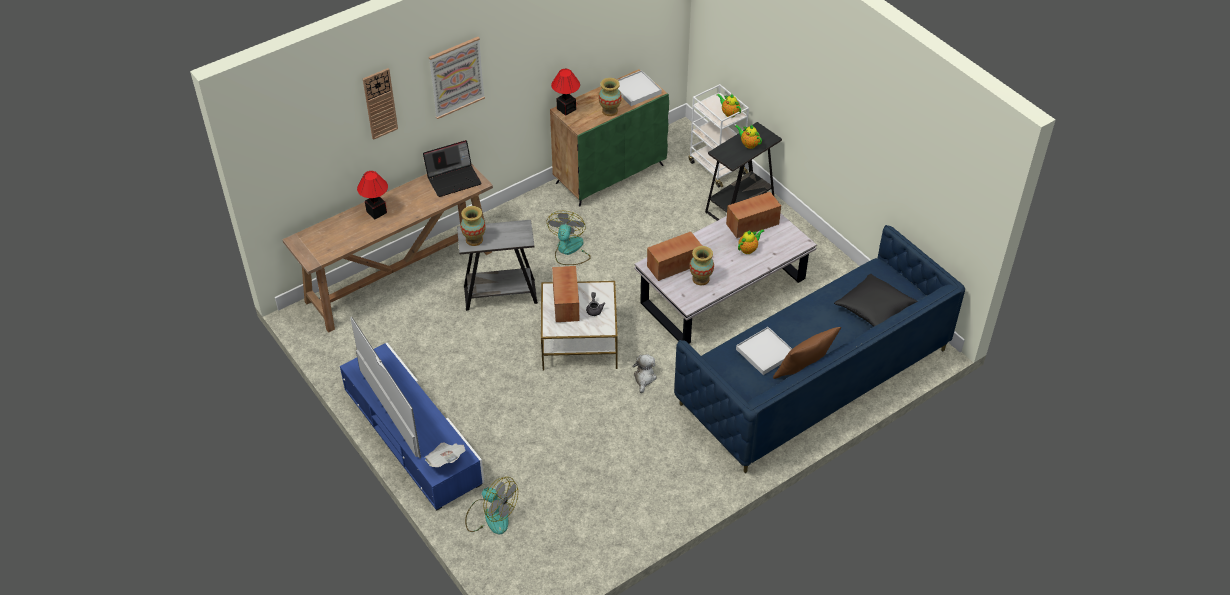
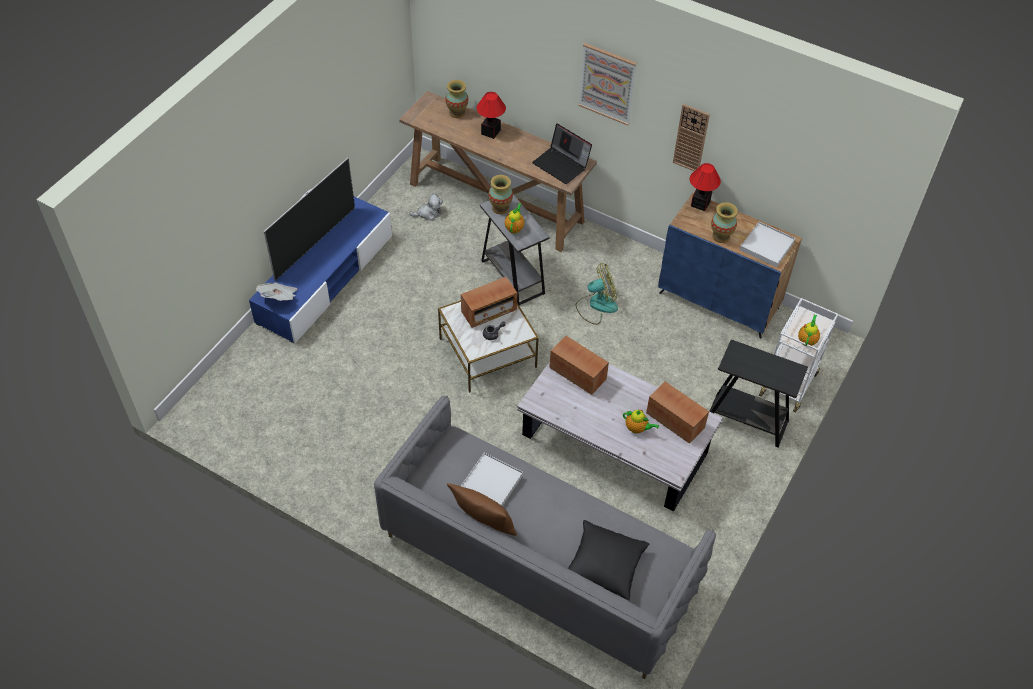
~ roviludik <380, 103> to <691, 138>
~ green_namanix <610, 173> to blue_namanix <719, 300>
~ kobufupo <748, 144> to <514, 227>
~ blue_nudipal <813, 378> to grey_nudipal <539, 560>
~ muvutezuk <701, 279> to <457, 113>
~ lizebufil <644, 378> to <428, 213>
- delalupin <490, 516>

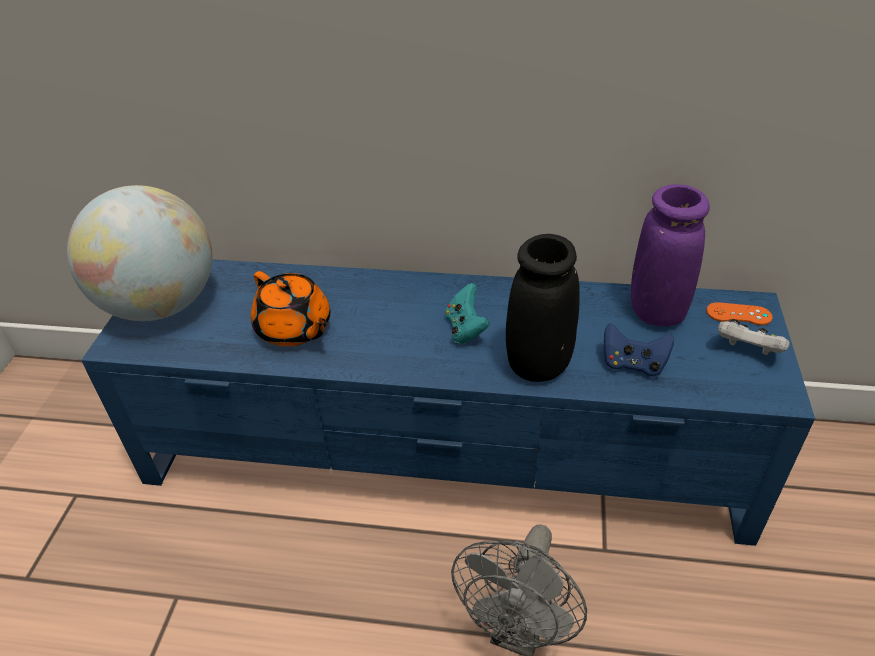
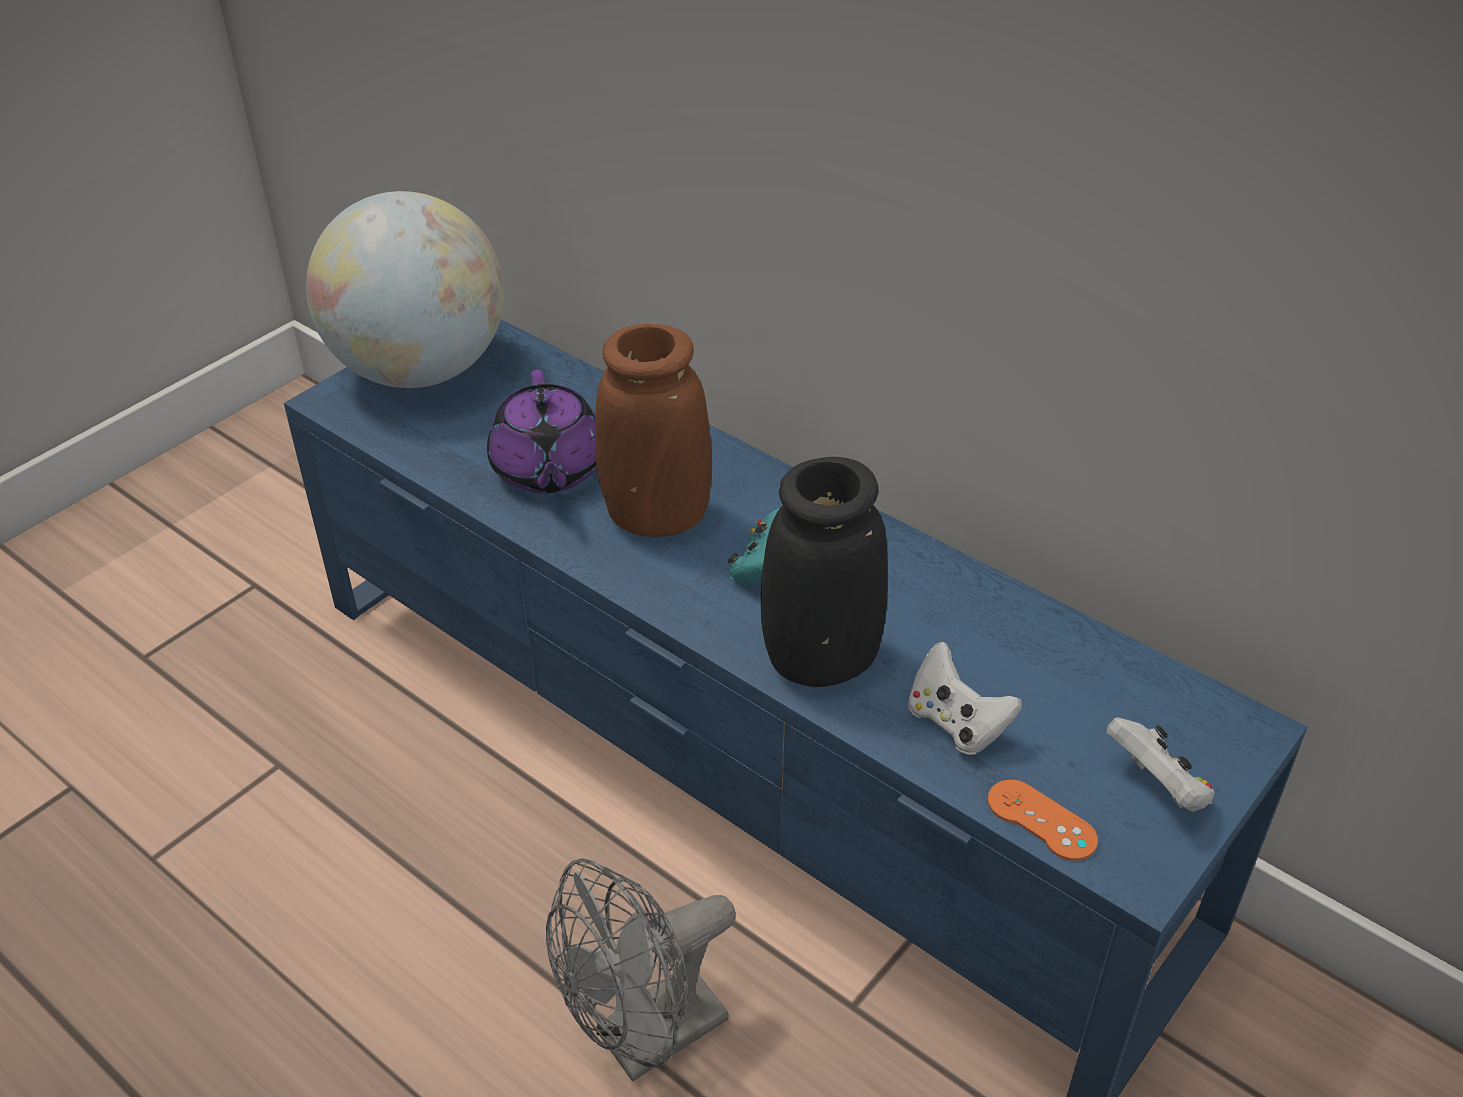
- purple_muvutezuk <656, 311>
~ orange_kobufupo <294, 329> to purple_kobufupo <548, 470>
~ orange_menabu <738, 314> to <1041, 820>
~ blue_menabu <633, 364> to white_menabu <956, 723>
+ brown_muvutezuk <656, 517>

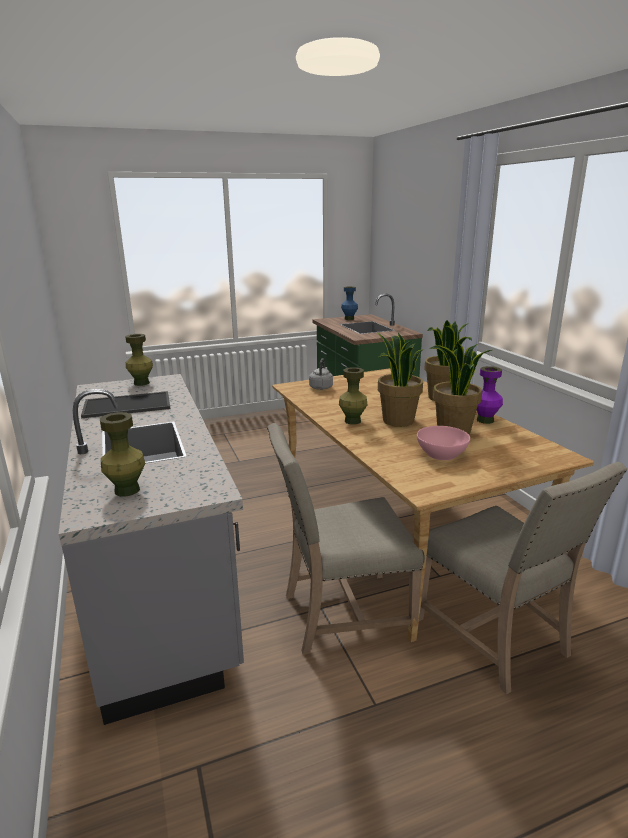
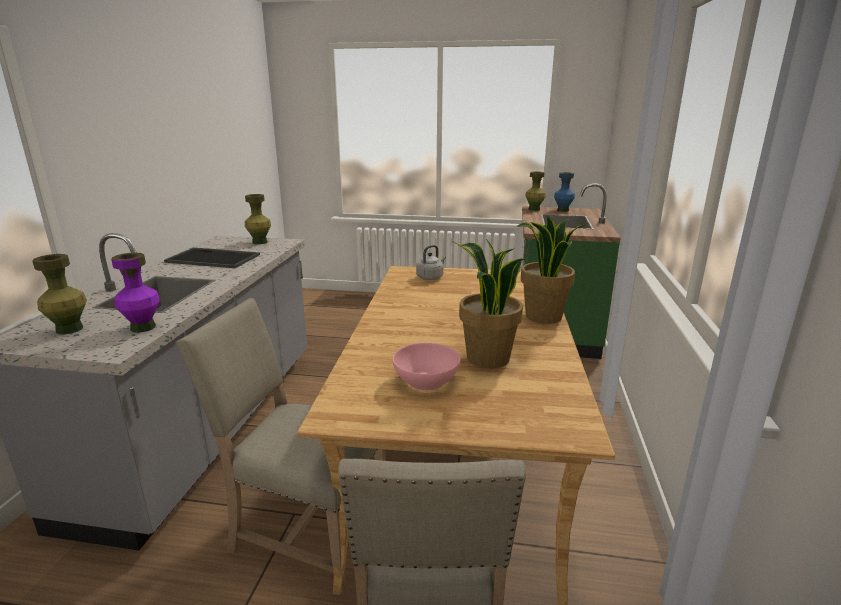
- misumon <397, 421>
~ purple_muvutezuk <485, 420> to <143, 327>
~ green_muvutezuk <353, 421> to <534, 209>

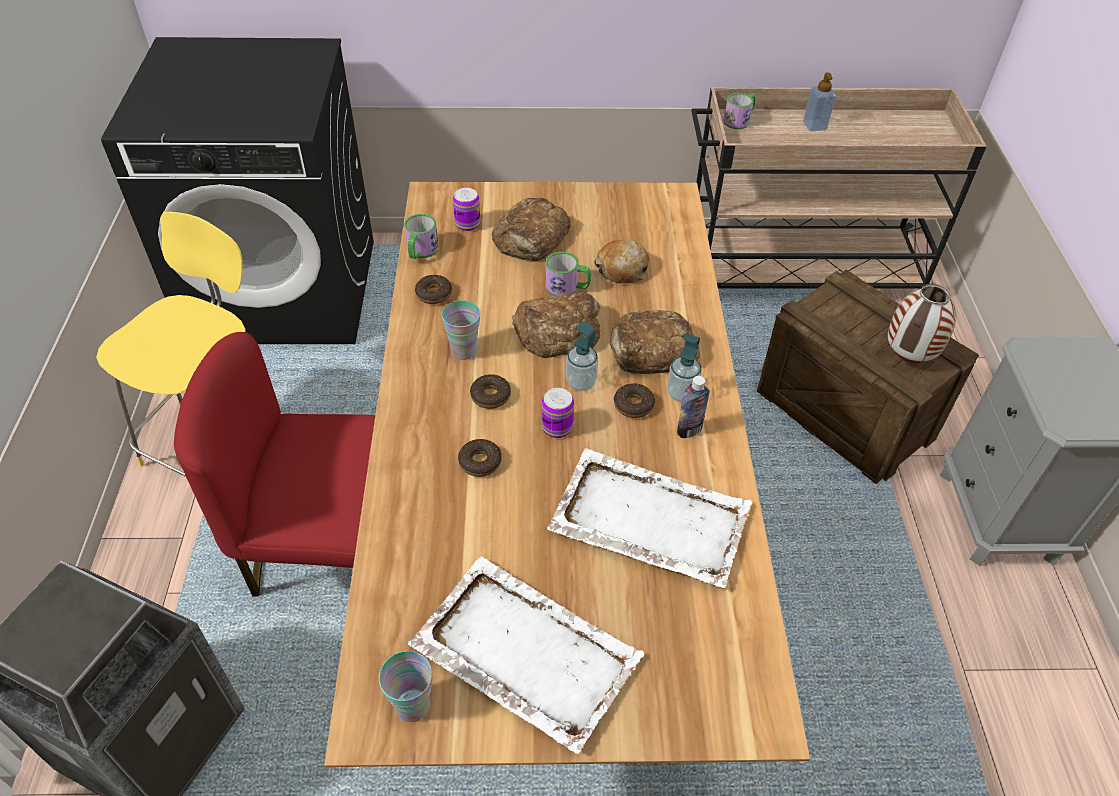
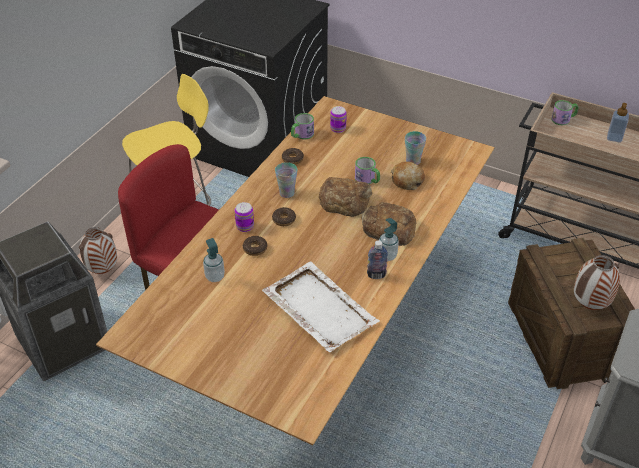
- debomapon <531, 238>
~ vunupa <581, 382> to <215, 277>
- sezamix <633, 405>
~ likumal <557, 427> to <245, 226>
- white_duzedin <524, 651>
~ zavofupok <412, 706> to <413, 161>
+ muvutezuk <103, 270>

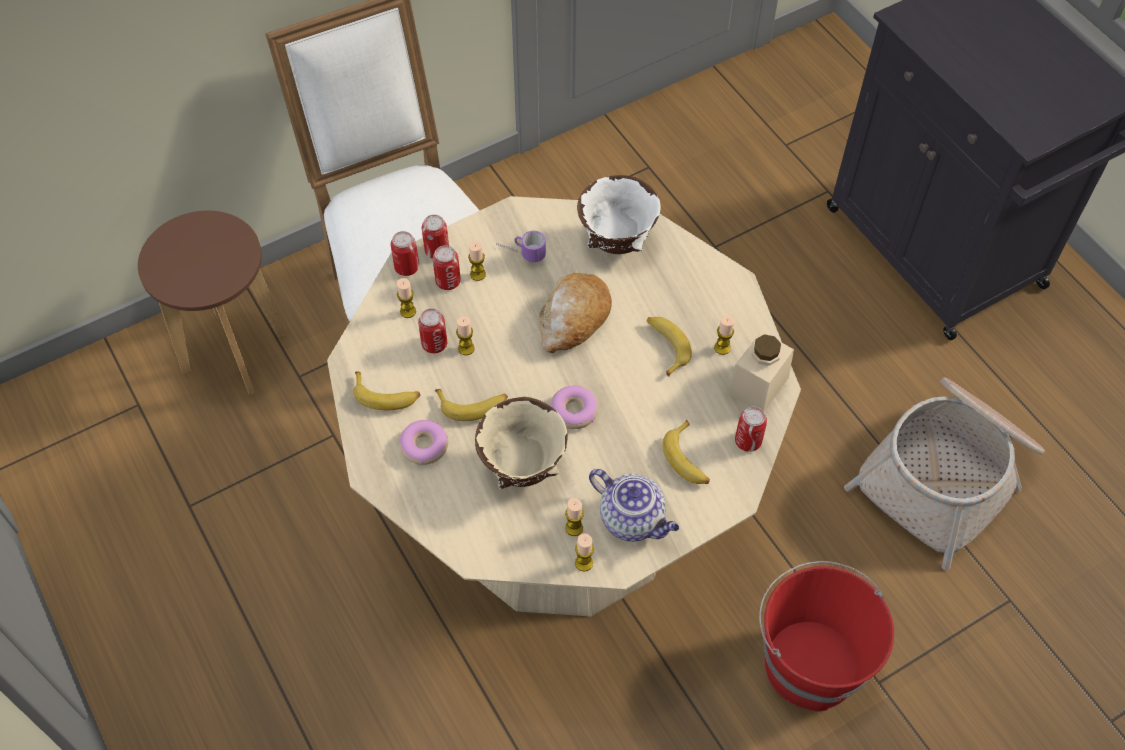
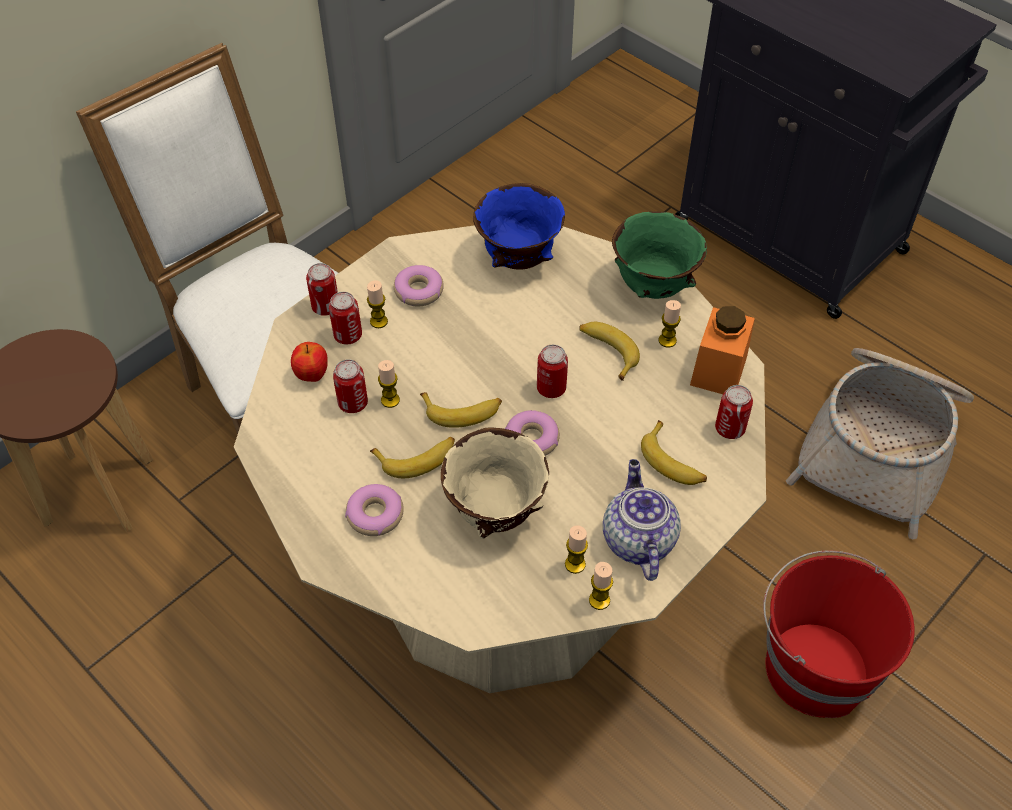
~ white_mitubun <616, 242> to blue_mitubun <518, 260>
~ likumal <407, 267> to <551, 388>
~ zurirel <520, 253> to sezamix <419, 291>
- debomapon <573, 319>
~ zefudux <408, 311> to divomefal <312, 375>
~ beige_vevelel <758, 385> to orange_vevelel <718, 370>
~ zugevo <386, 395> to <462, 411>
~ kobufupo <633, 519> = <637, 539> 120 degrees counterclockwise
+ green_mitubun <654, 288>

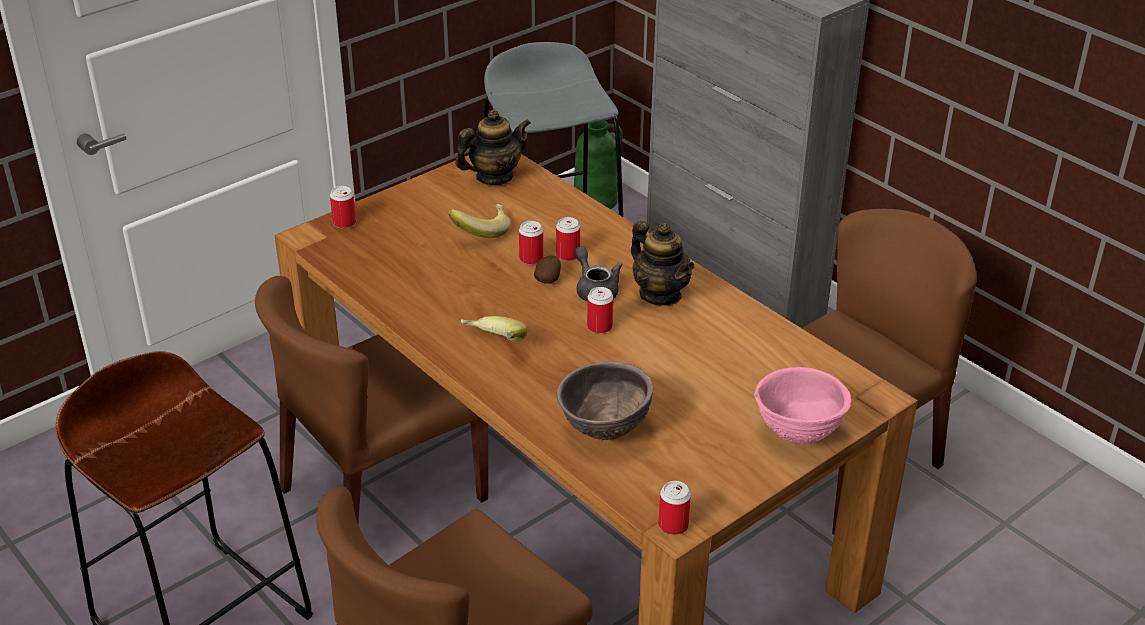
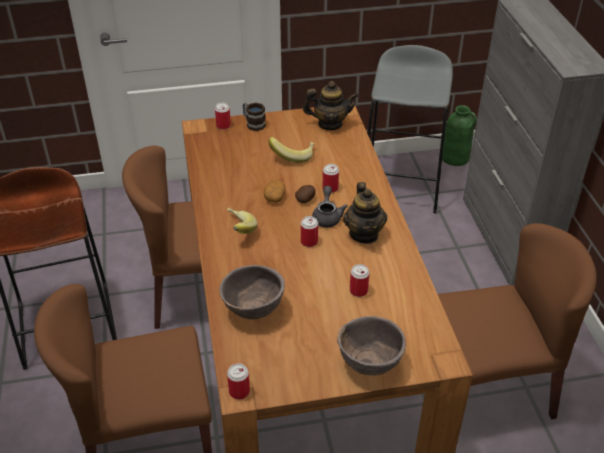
~ likumal <531, 259> to <358, 291>
~ pink_mitubun <798, 434> to brown_mitubun <369, 364>
+ zurirel <253, 124>
+ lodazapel <274, 197>

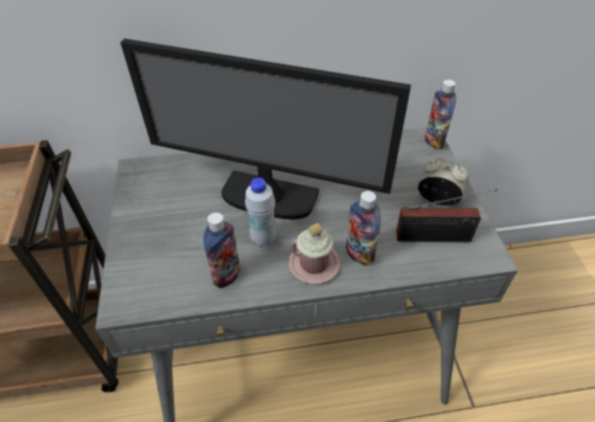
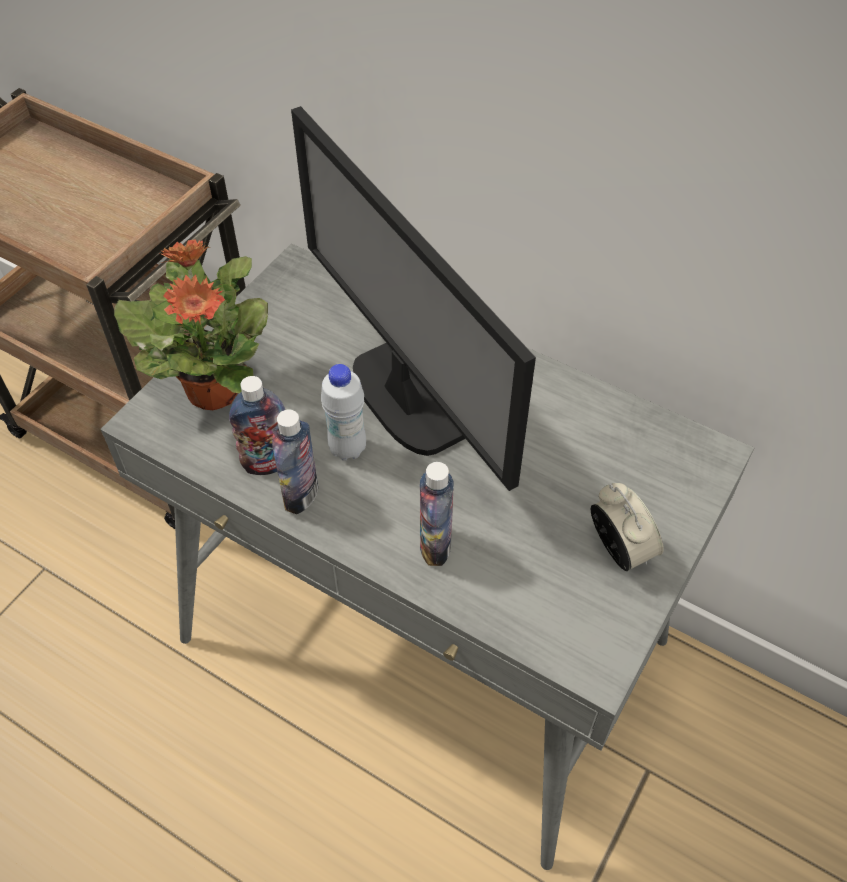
~ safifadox <433, 141> to <301, 495>
- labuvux <437, 238>
- pink_zurirel <314, 264>
+ misumon <213, 389>

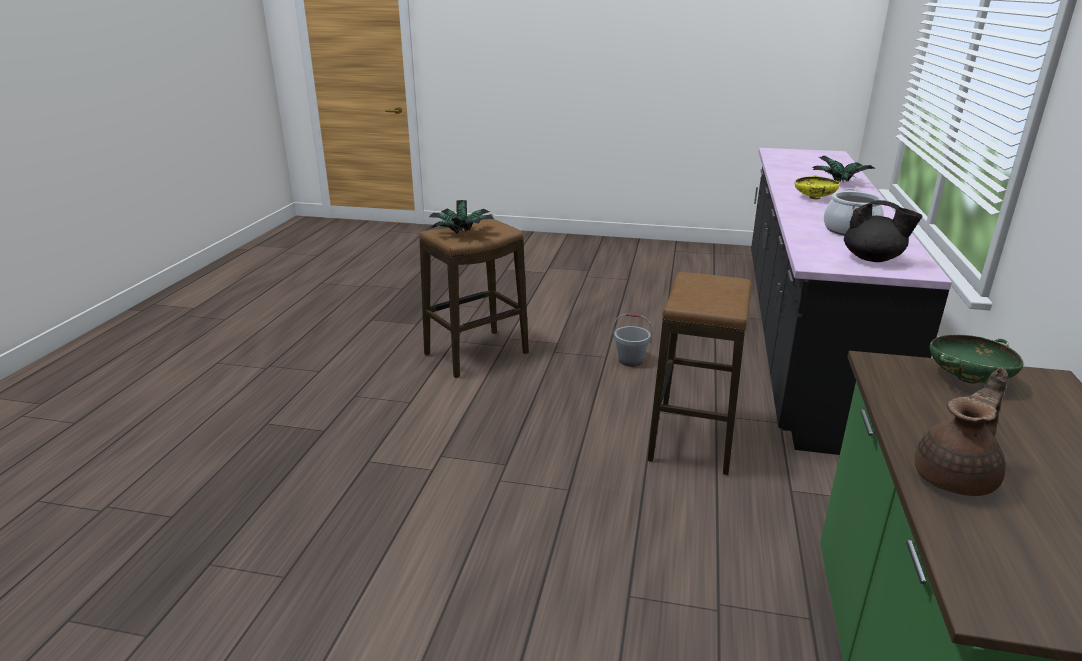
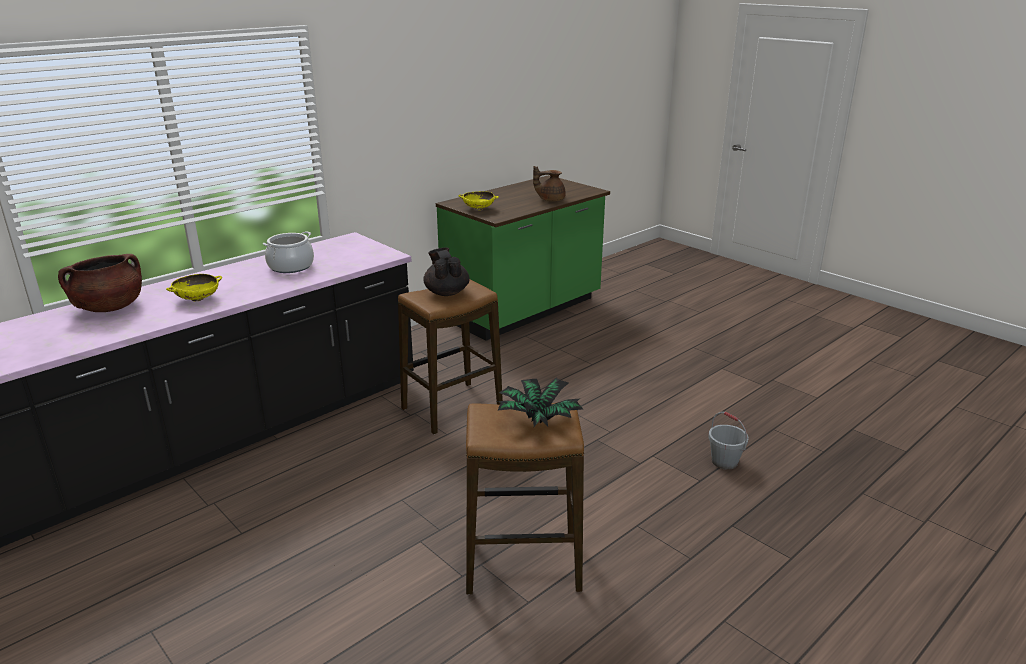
~ misumon <841, 183> to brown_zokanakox <109, 307>
~ black_kobufupo <873, 259> to <446, 292>
~ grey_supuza <630, 361> to <725, 462>
~ green_mitubun <967, 378> to yellow_mitubun <478, 209>

